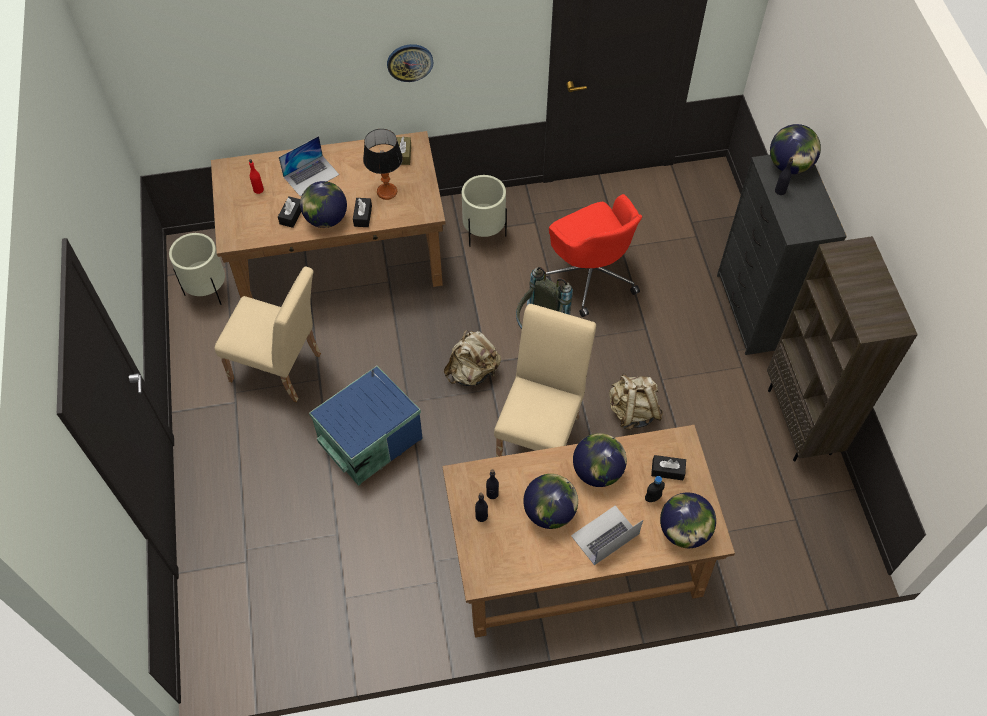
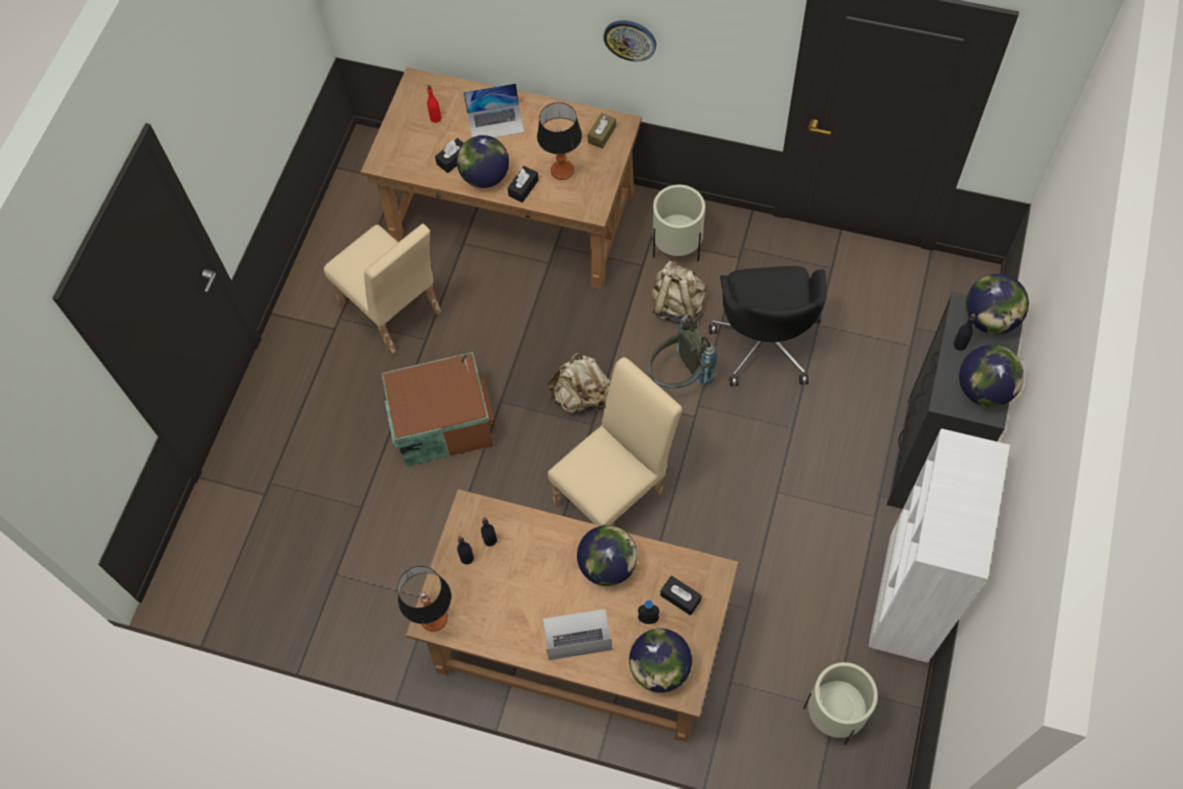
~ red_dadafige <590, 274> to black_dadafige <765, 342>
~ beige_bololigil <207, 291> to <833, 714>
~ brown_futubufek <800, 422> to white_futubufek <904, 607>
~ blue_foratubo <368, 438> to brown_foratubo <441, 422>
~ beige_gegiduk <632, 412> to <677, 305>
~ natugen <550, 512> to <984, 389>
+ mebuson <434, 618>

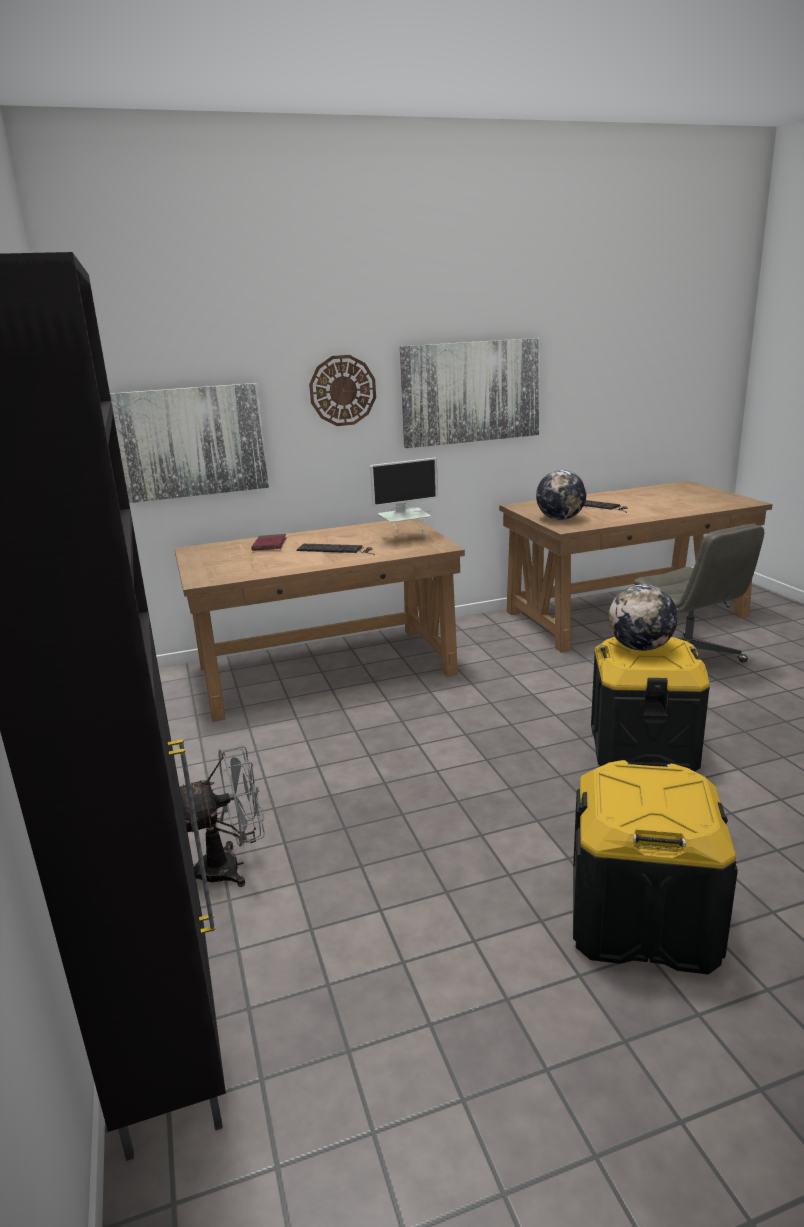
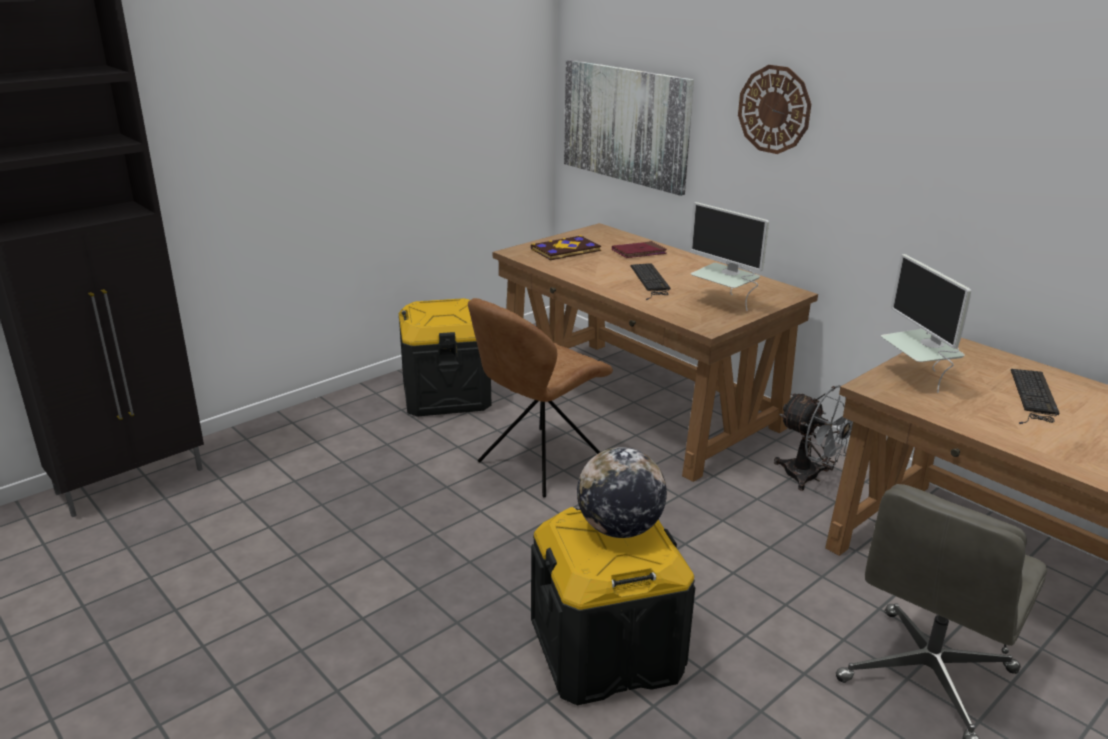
- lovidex <471, 392>
~ natugen <560, 519> to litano <917, 378>
~ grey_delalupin <230, 867> to <810, 477>
~ black_foratubo <642, 918> to <446, 395>
+ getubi <566, 250>
+ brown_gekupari <538, 463>

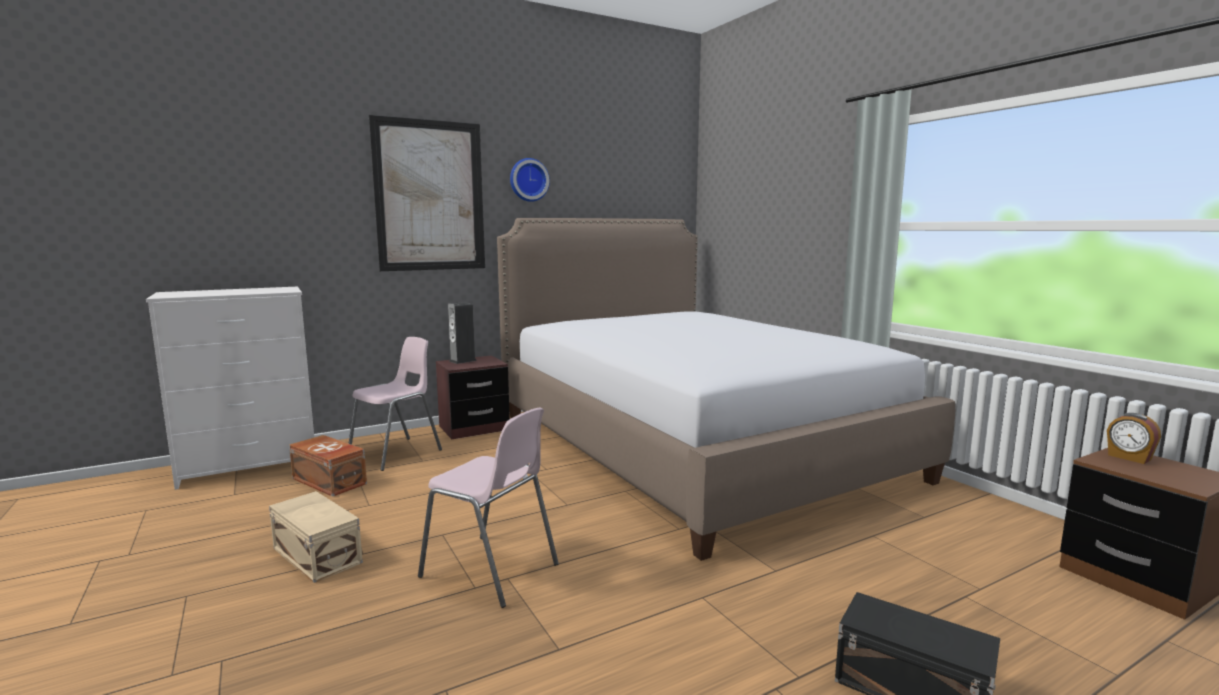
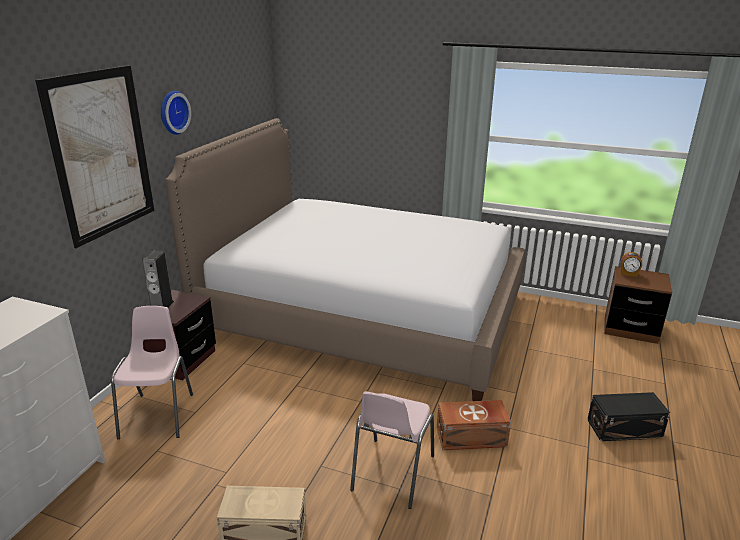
~ pink_gekupari <491, 571> = <391, 473> 120 degrees clockwise
~ brown_foratubo <328, 481> to <472, 438>

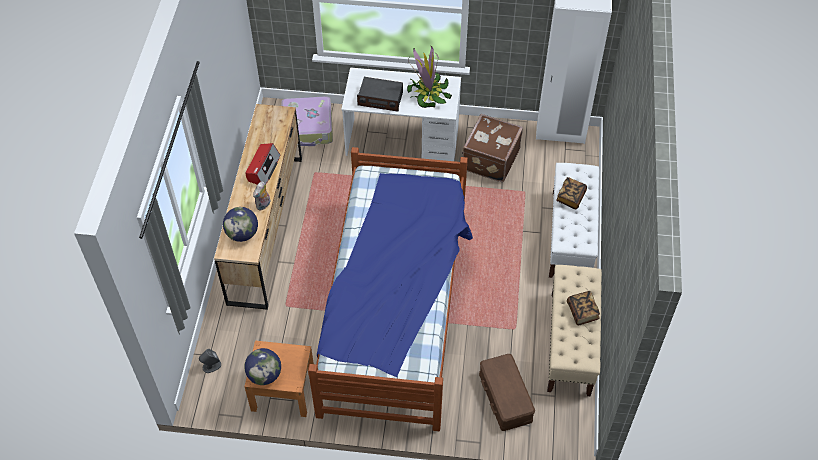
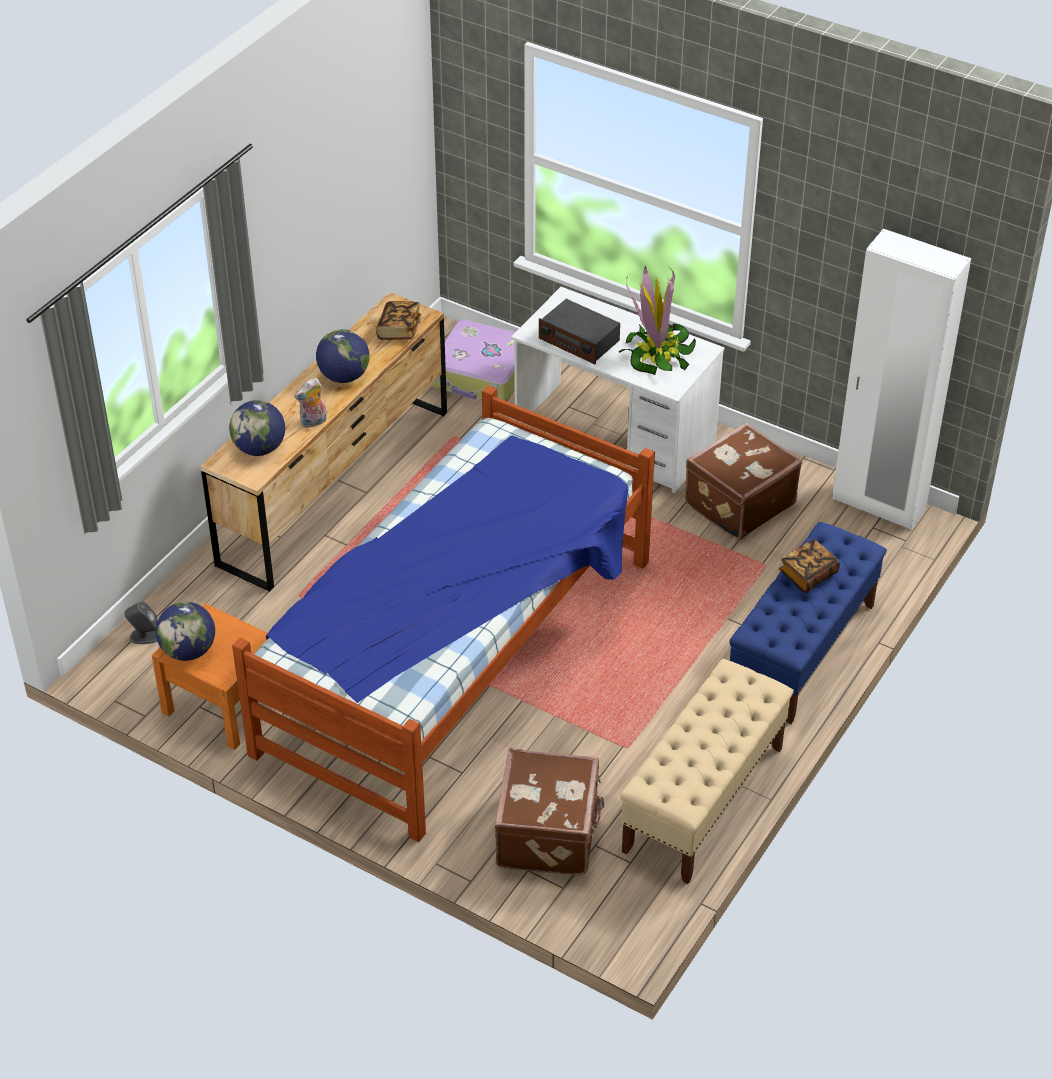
~ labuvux <263, 169> to natugen <344, 377>
~ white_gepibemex <570, 235> to blue_gepibemex <802, 650>
~ getubi <582, 312> to <399, 330>
~ brown_foratubo <504, 397> to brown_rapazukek <549, 834>

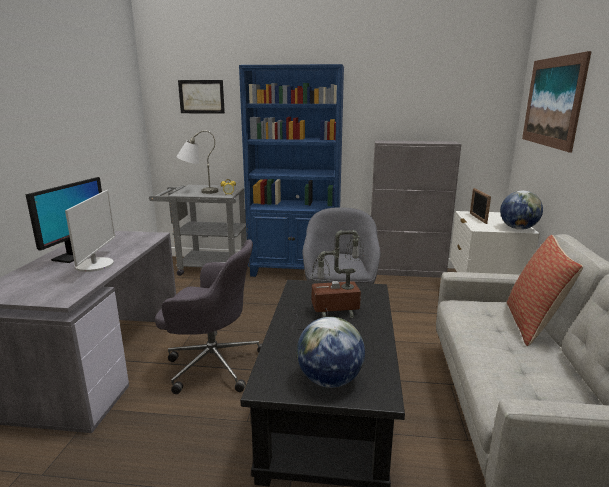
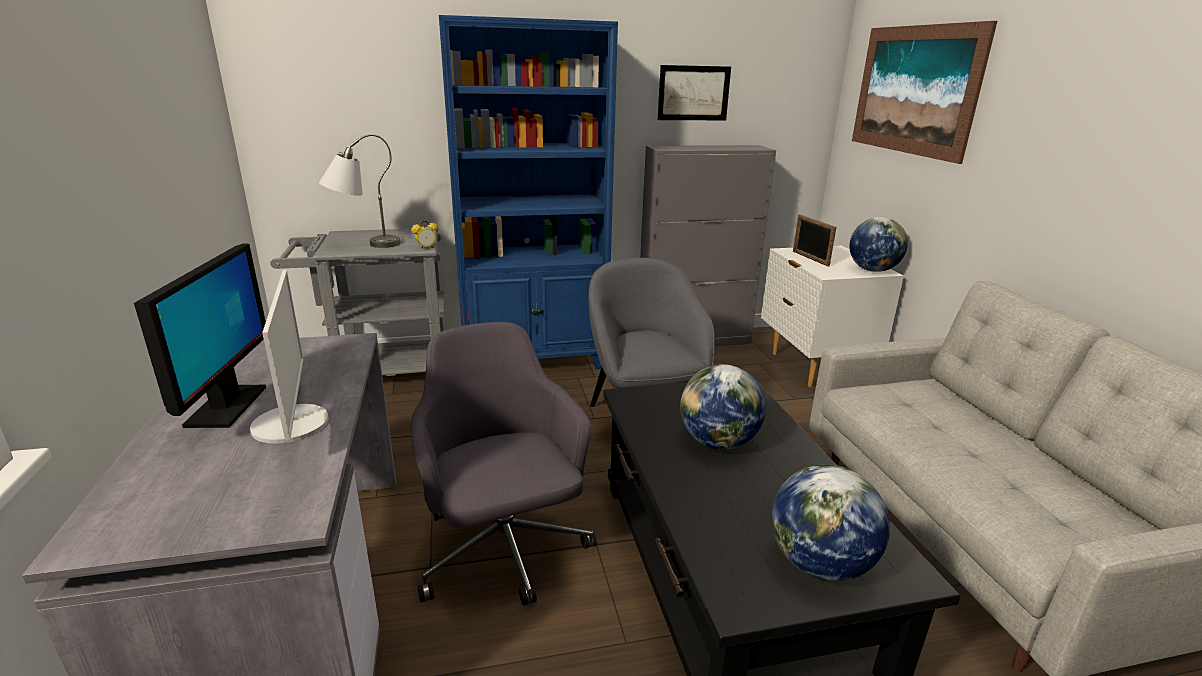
~ lovidex <201, 96> to <693, 93>
~ mebuson <329, 314> to natugen <718, 442>
- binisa <532, 325>
~ grey_dadafige <212, 363> = <504, 551> 105 degrees counterclockwise

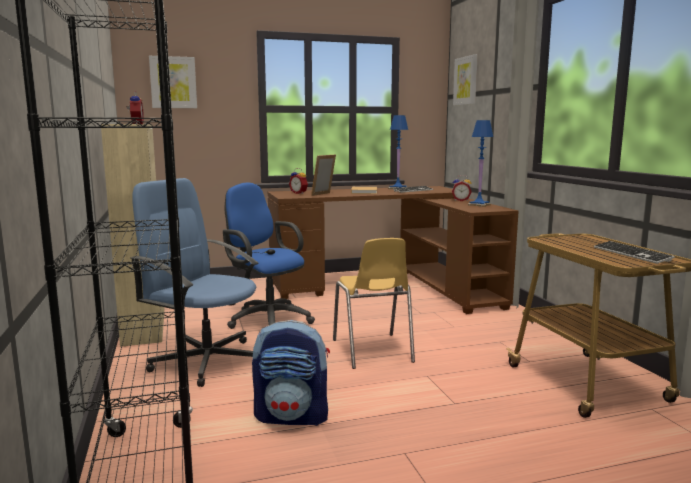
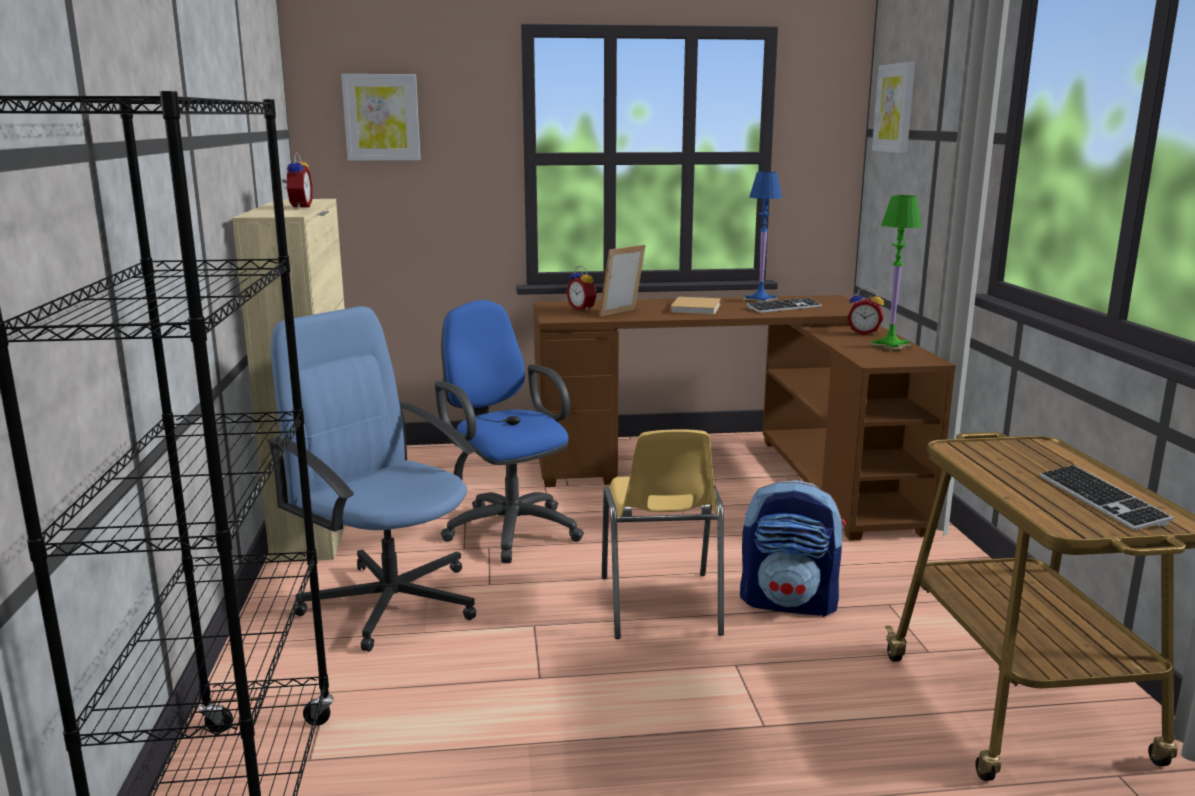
~ blue_mebuson <479, 205> to green_mebuson <890, 347>
~ gegiduk <293, 416> to <789, 602>

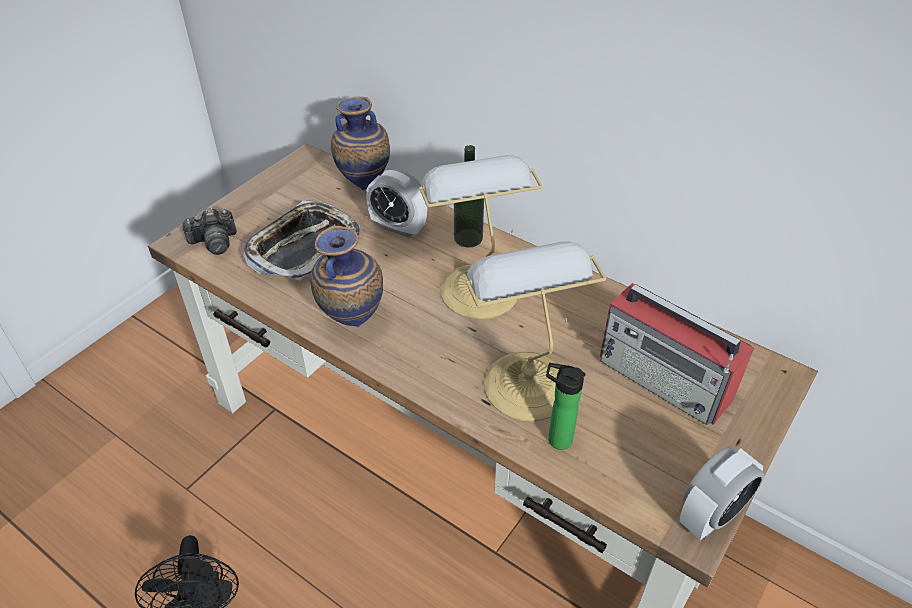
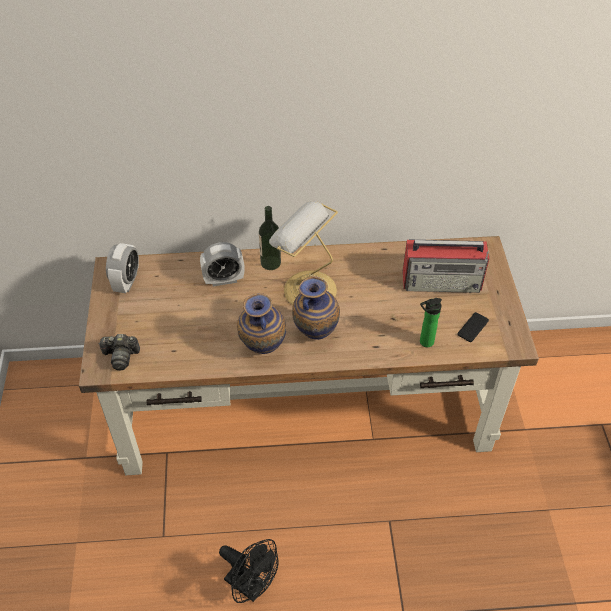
~ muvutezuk <364, 184> to <315, 334>
- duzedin <303, 247>
~ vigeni <214, 242> = <121, 356> 60 degrees clockwise
- mebuson <525, 381>
~ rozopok <711, 515> to <126, 282>
+ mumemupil <473, 327>

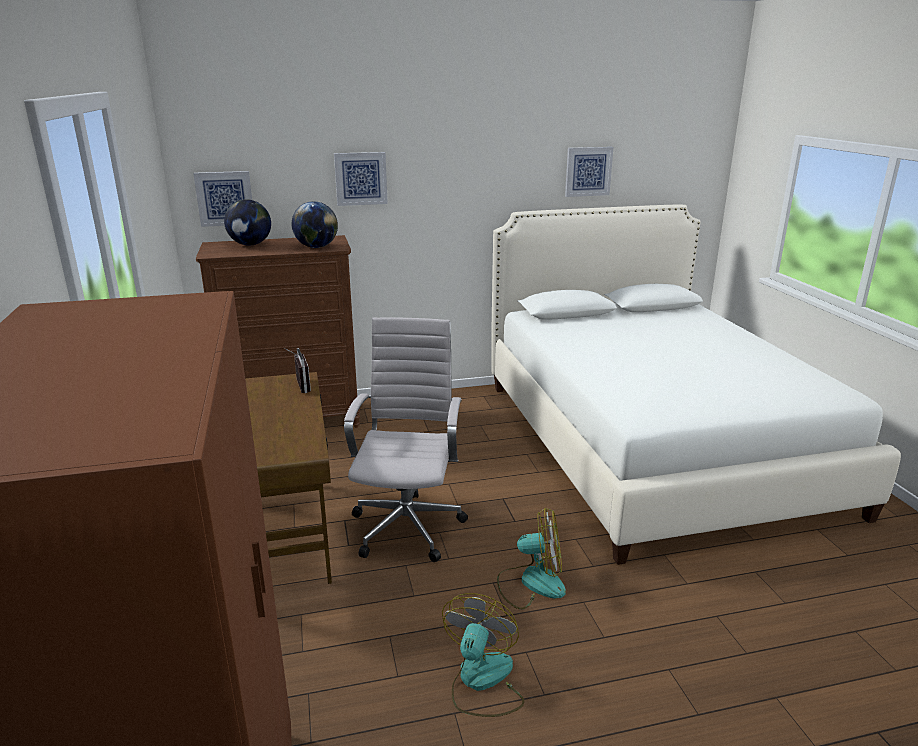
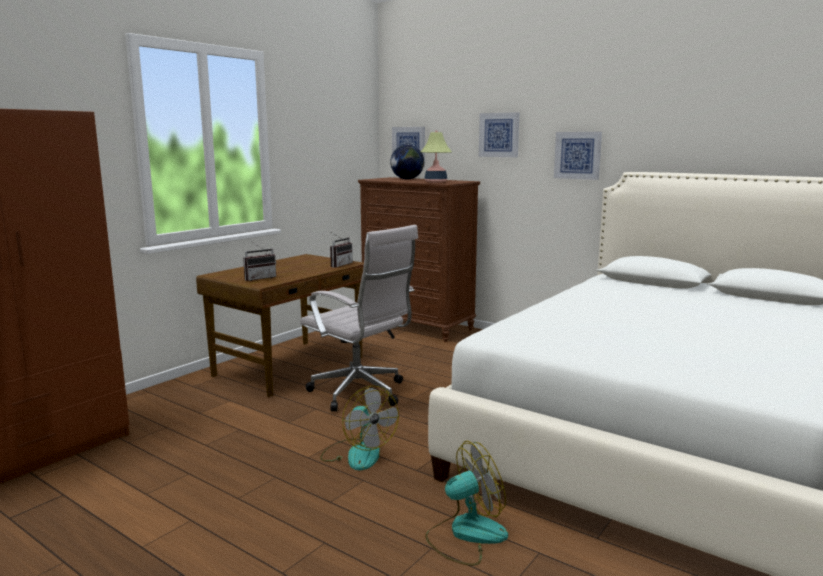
~ lovidex <588, 171> to <577, 155>
~ natugen <316, 247> to mebuson <435, 182>
~ white_dadafige <408, 524> = <361, 394> 75 degrees clockwise
~ delalupin <482, 681> to <466, 534>
+ labuvux <259, 278>

